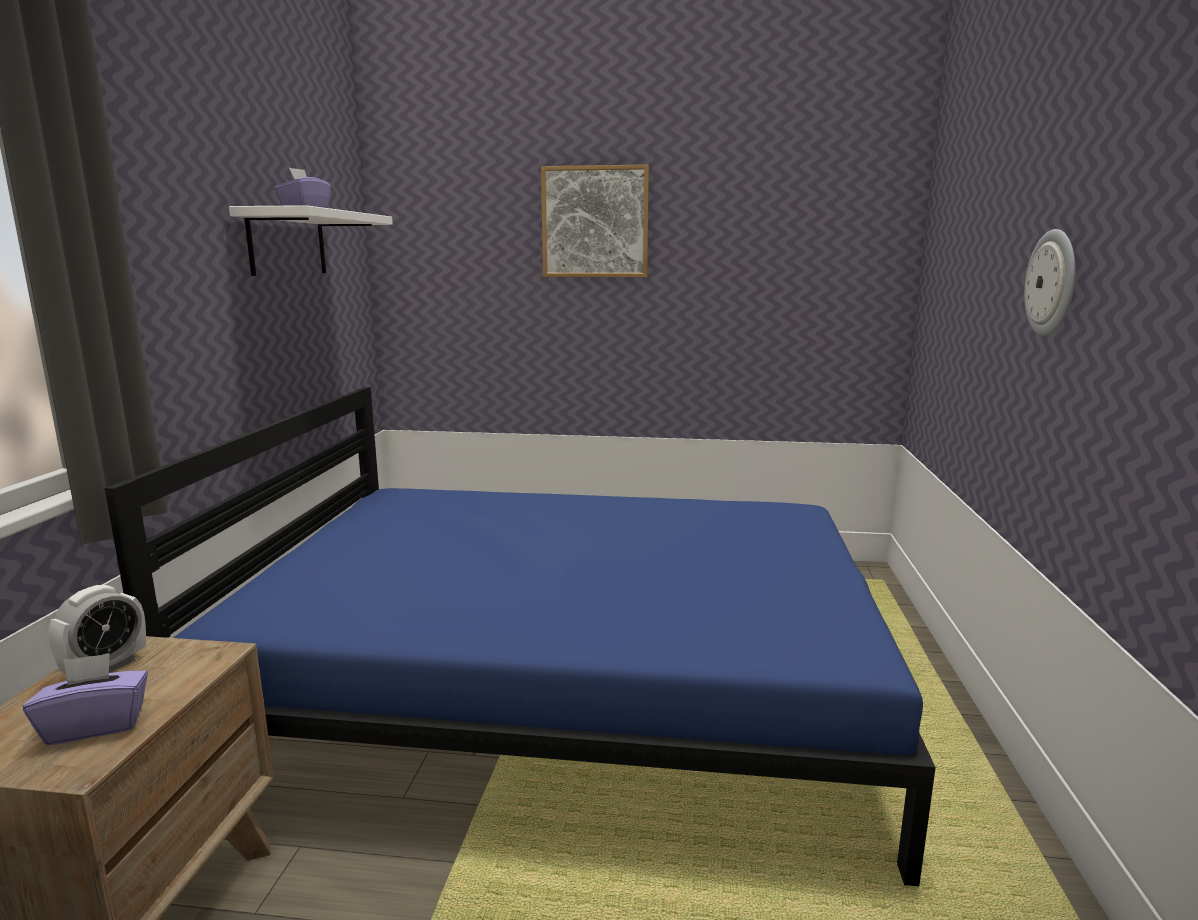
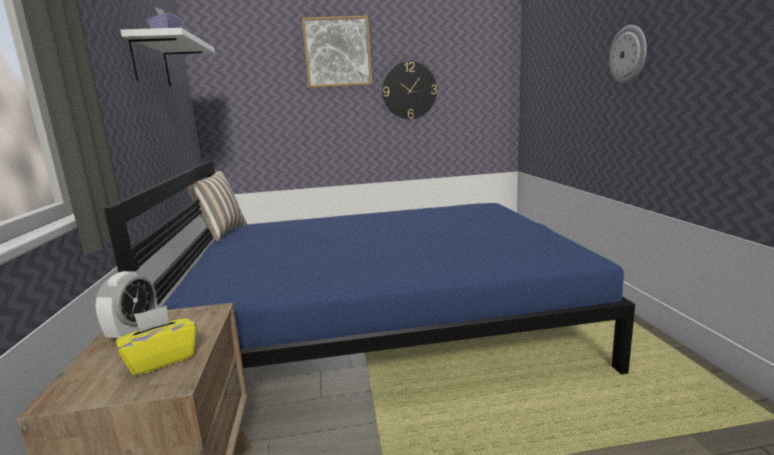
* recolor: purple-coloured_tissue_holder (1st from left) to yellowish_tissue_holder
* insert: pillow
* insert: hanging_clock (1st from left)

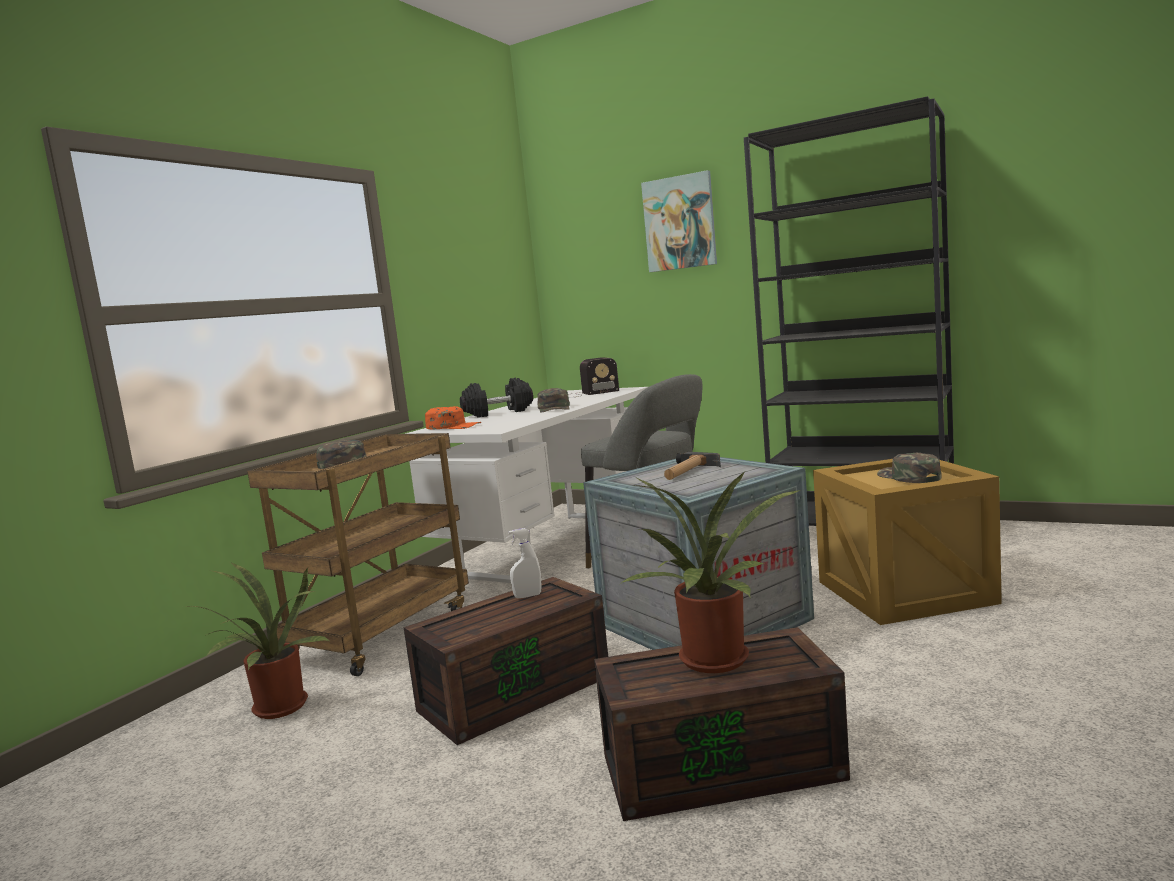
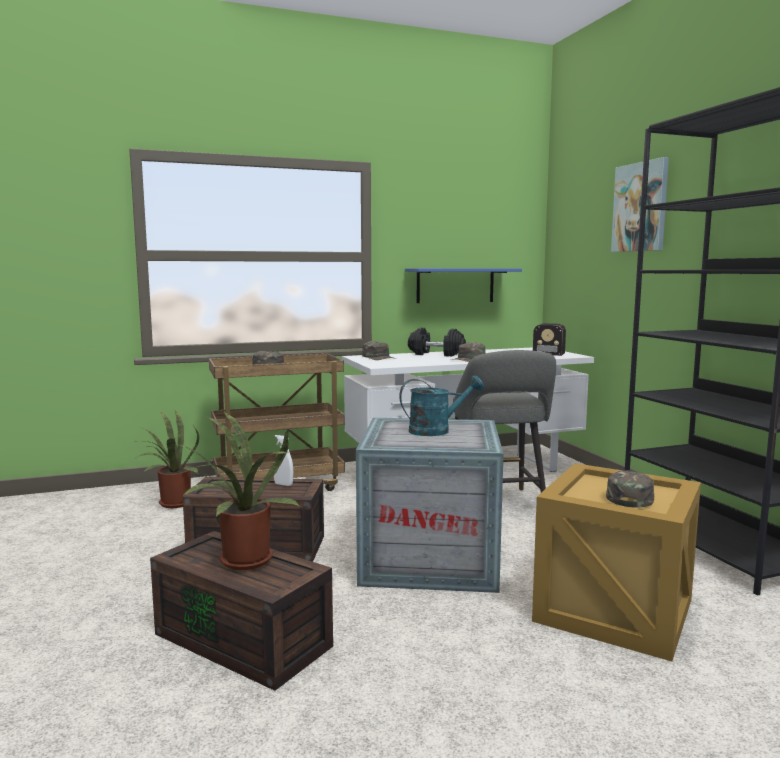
* recolor: orange-coloured_peaked_cap to green-coloured_peaked_cap (2nd from left)
* replace: hand_hammer to turquoise-coloured_watering_pot
* insert: blue_shelf

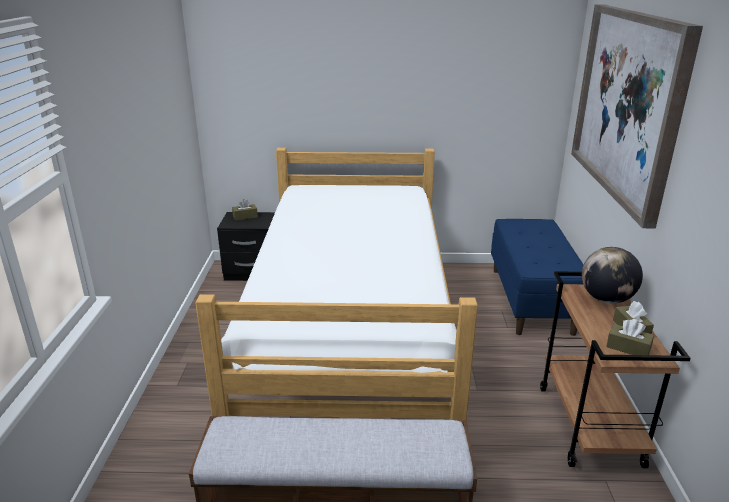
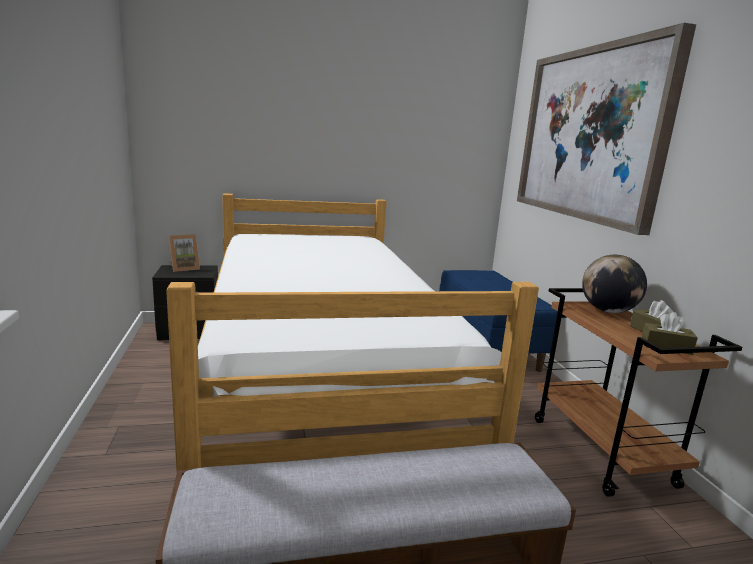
* replace: brownish_tissue_holder (1st from left) to photo_frame

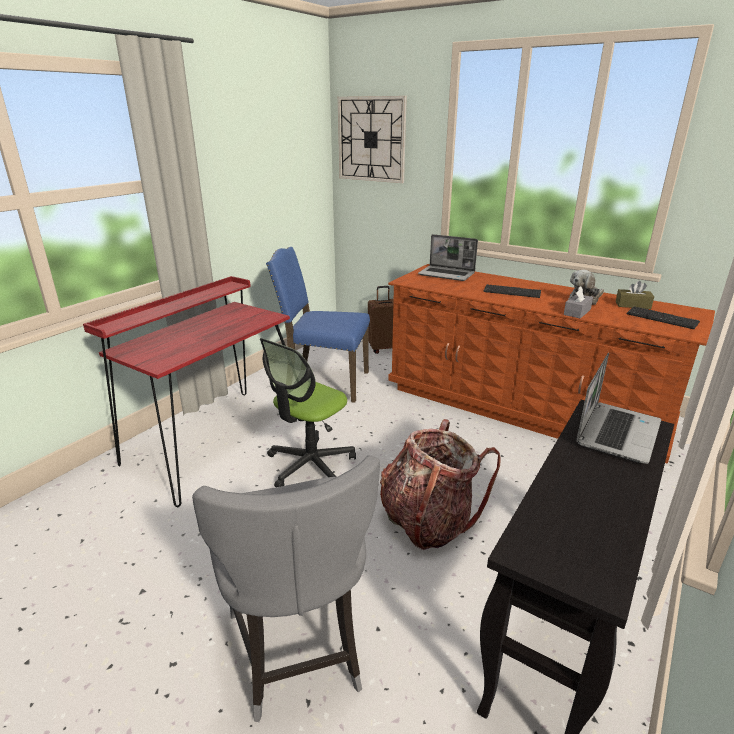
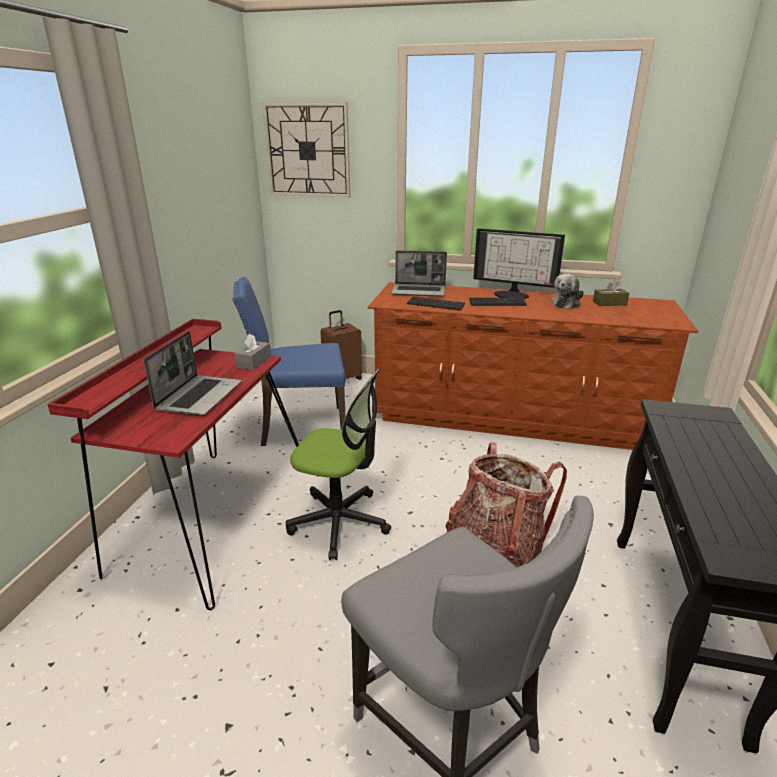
* rotate: office_chair 90 degrees counterclockwise
* move: grey_tissue_holder
* move: notebook_computer (2nd from left in the first image) to notebook_computer (1st from left)
* move: keyboard (2nd from left in the first image) to keyboard (1st from left)
* insert: monitor

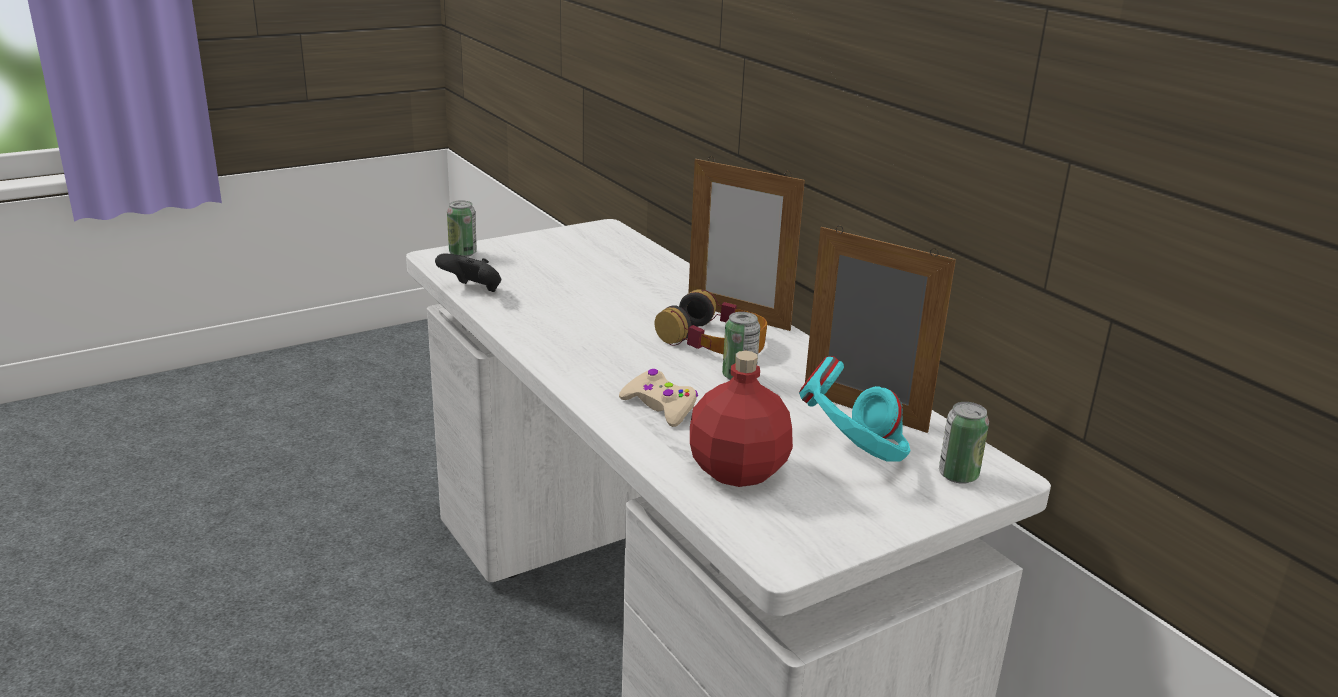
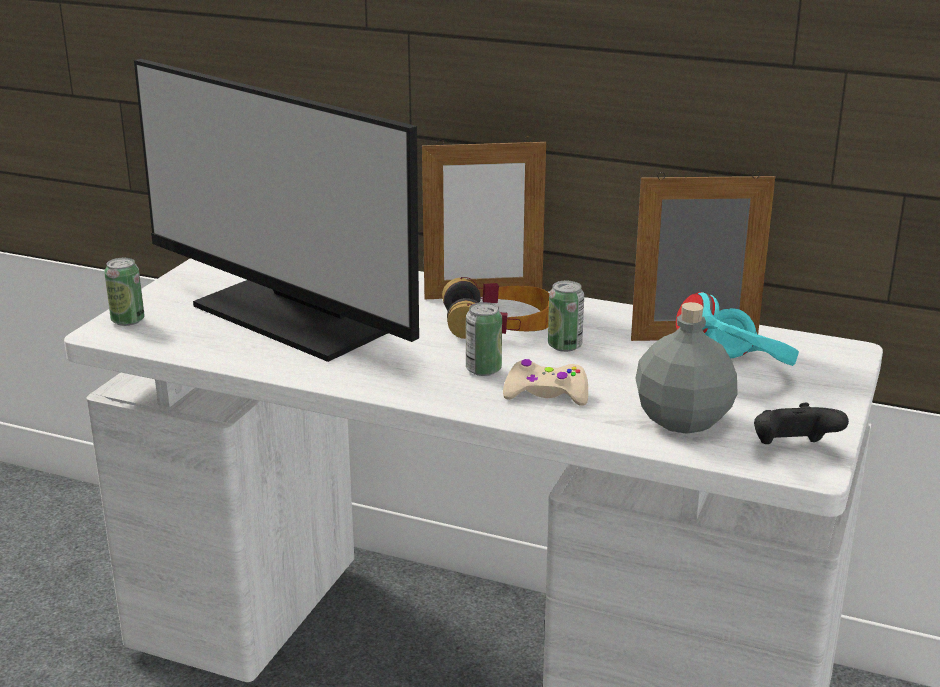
* move: blackish_game_controller
* recolor: reddish_drink_bottle to grey_drink_bottle
* move: can (3rd from left in the first image) to can (2nd from left)
* insert: monitor

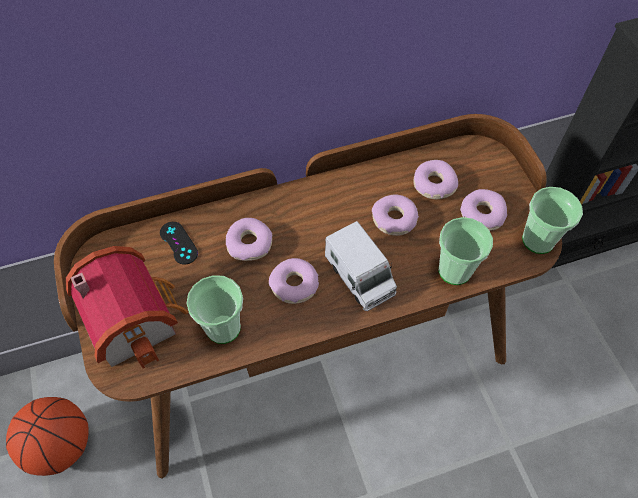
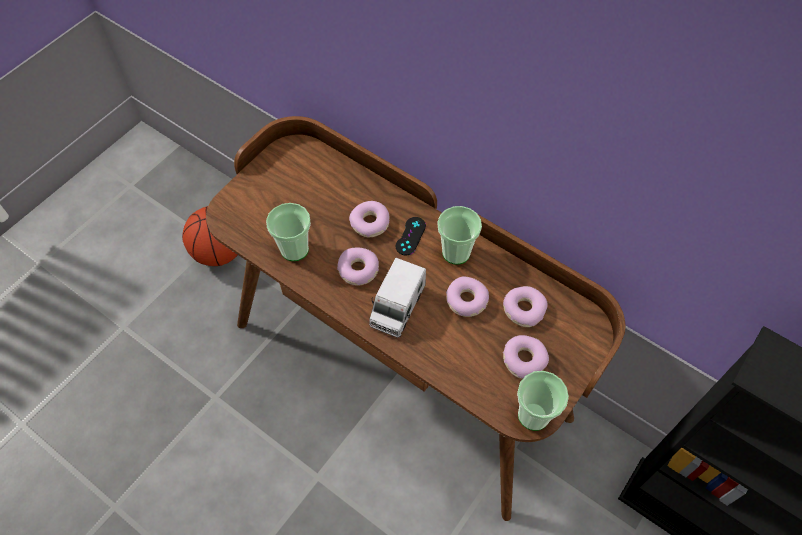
* delete: miniature_house
* move: blackish_game_controller
* move: cup (2nd from left)

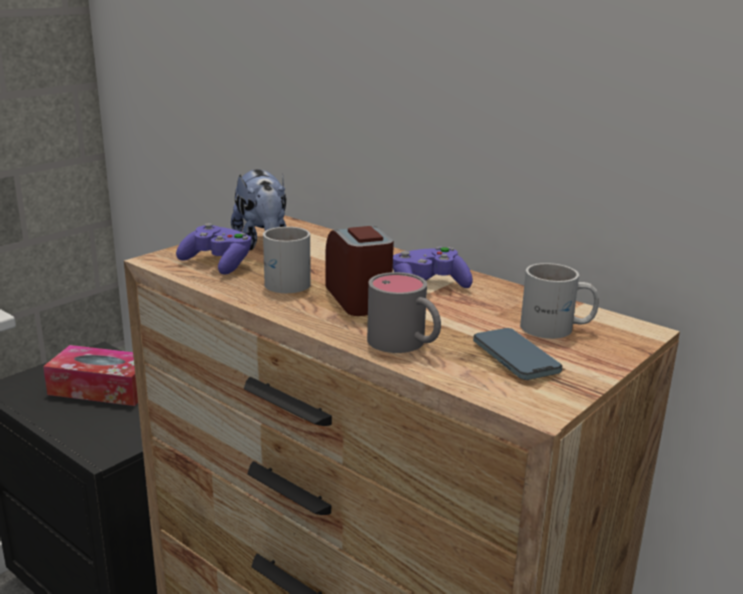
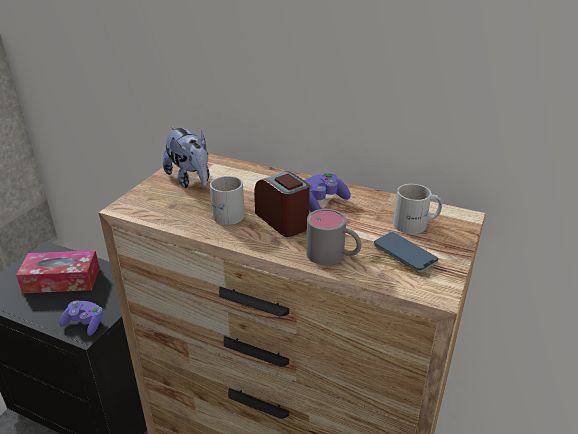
* move: purple-coloured_game_controller (1st from left)

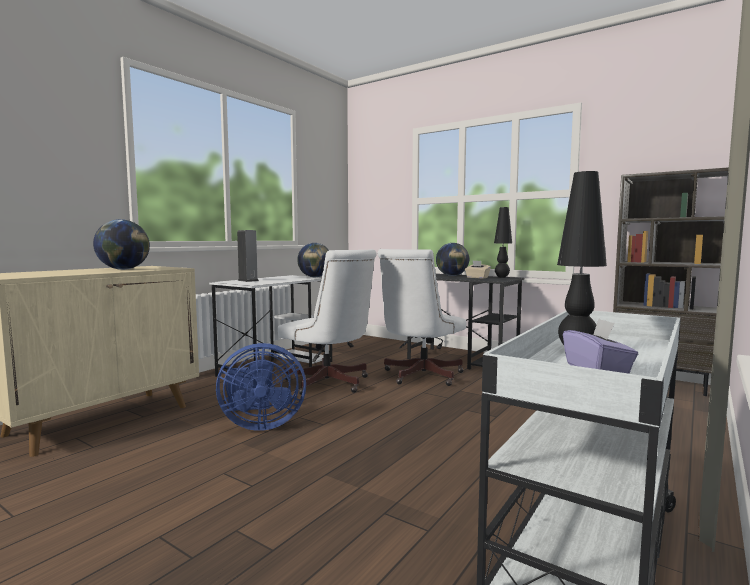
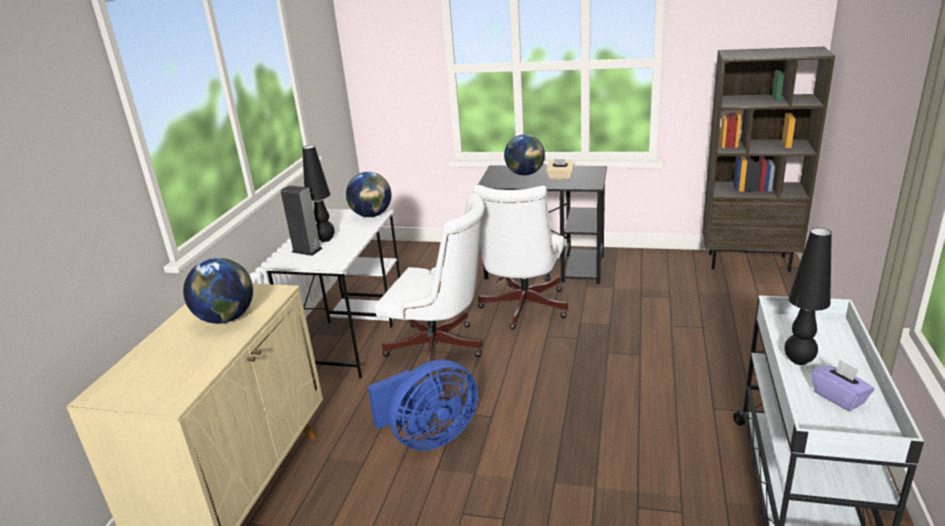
* move: blackish_lamp_for_a_table (1st from left)

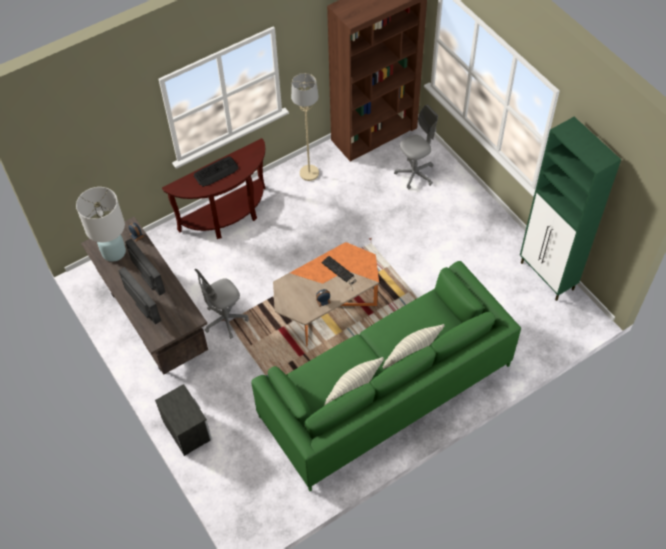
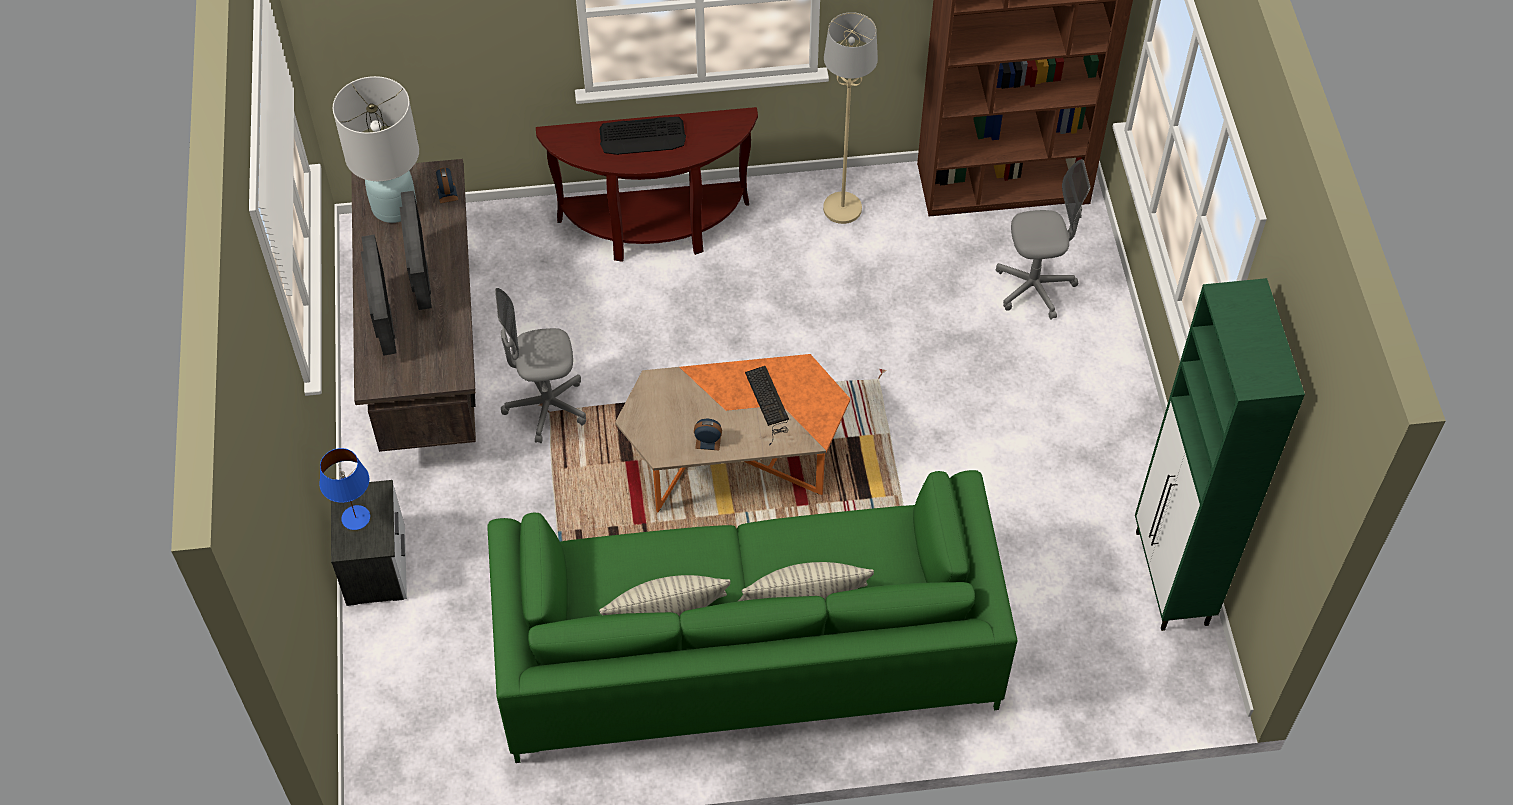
* insert: blue_lamp_for_a_table

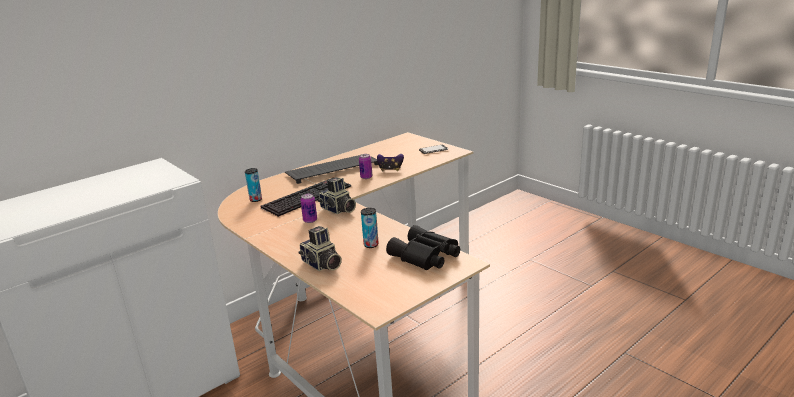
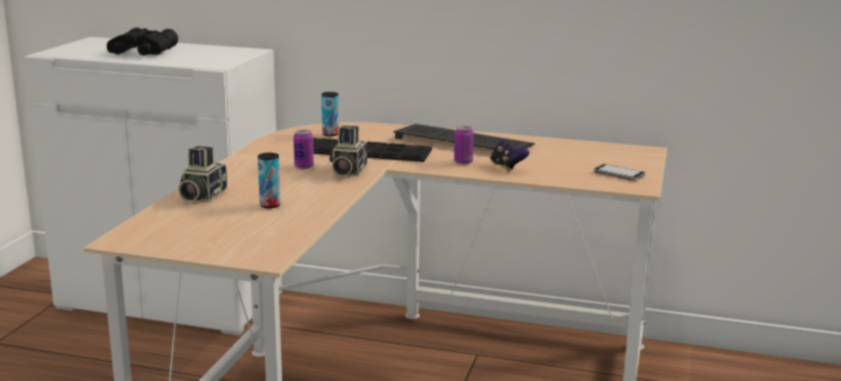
* move: blackish_field_glasses

